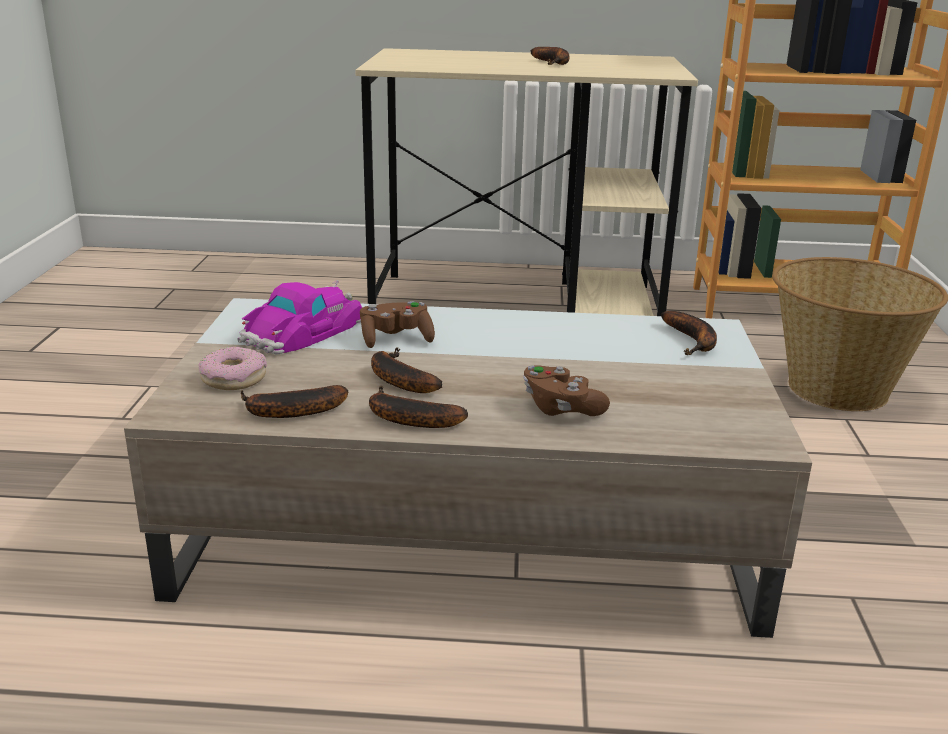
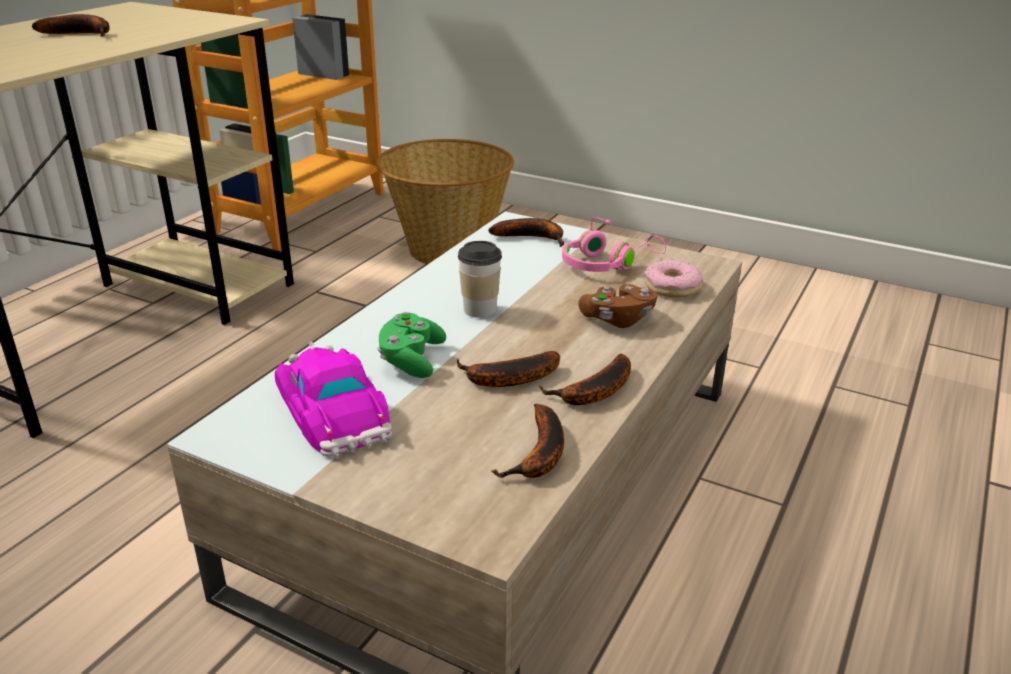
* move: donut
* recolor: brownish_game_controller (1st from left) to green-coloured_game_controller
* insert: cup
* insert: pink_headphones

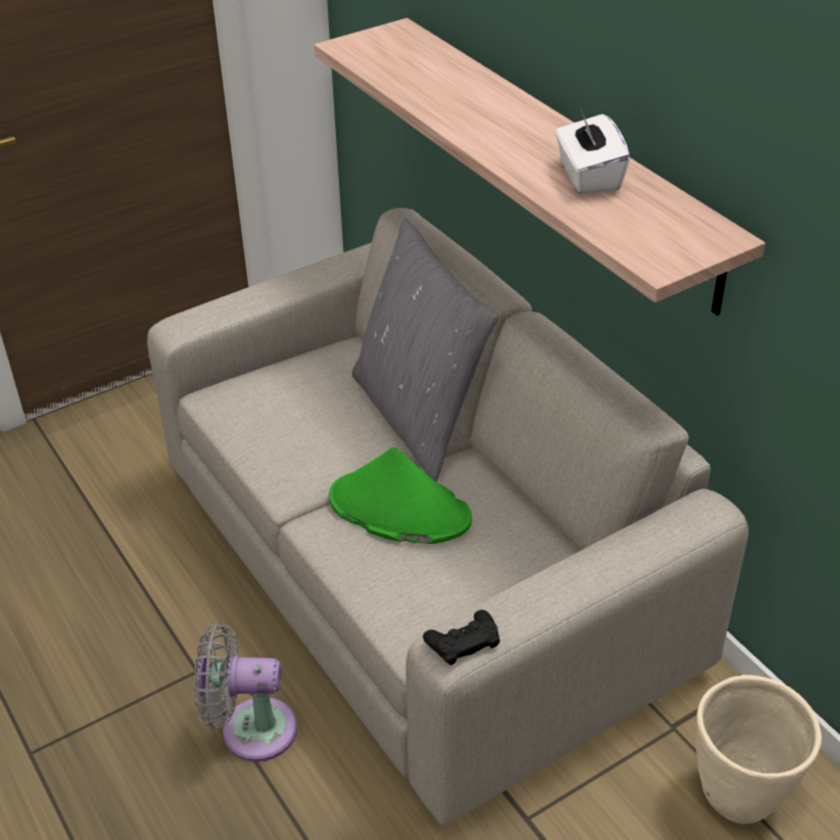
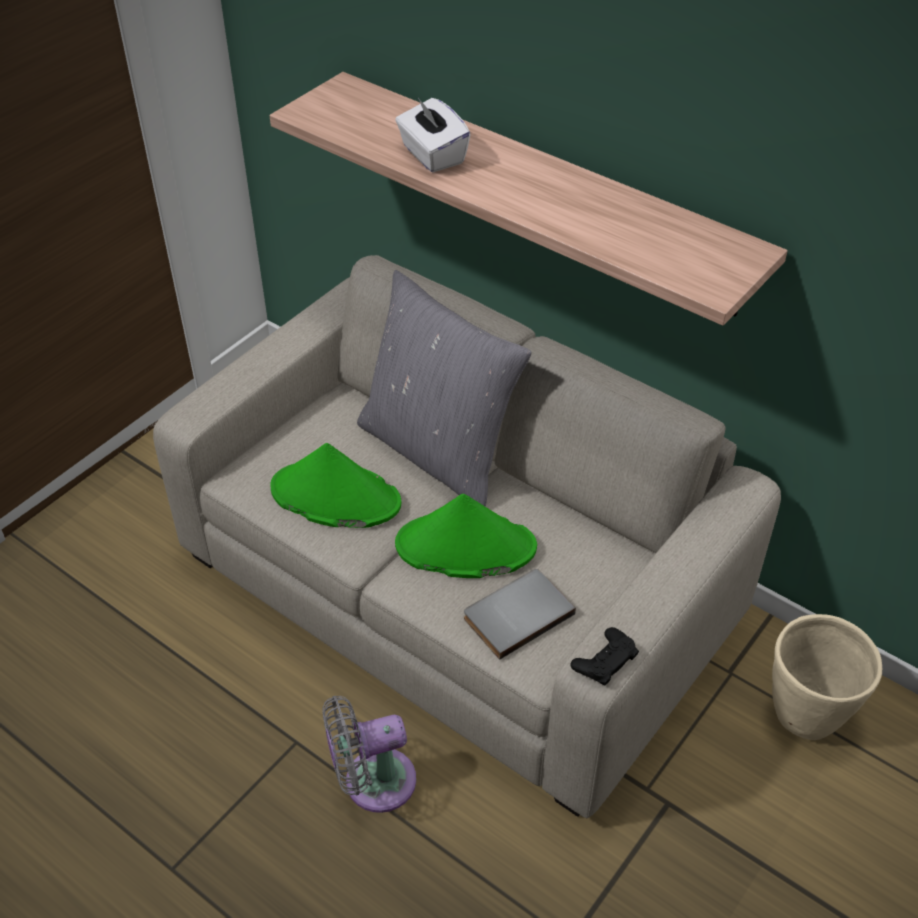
* move: white_tissue_holder
* insert: green-coloured_wearable_hat (1st from left)
* insert: grey_bound_book

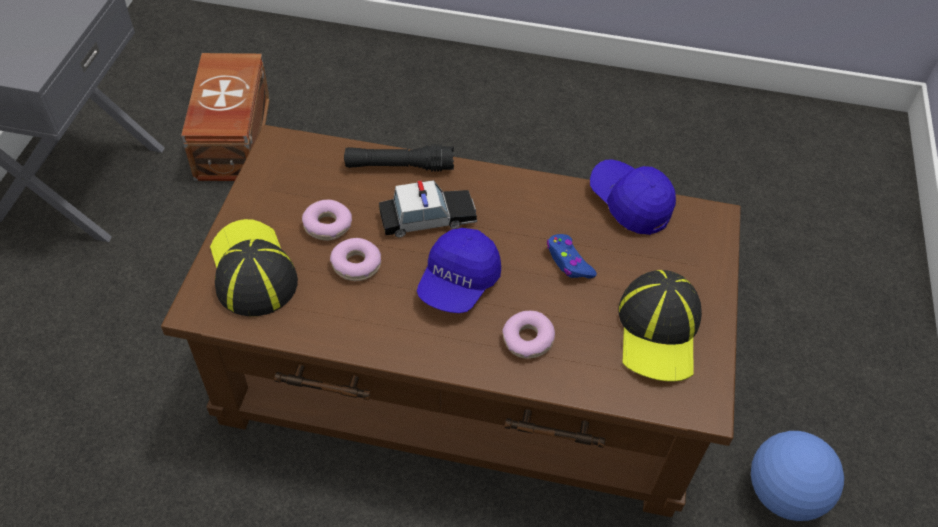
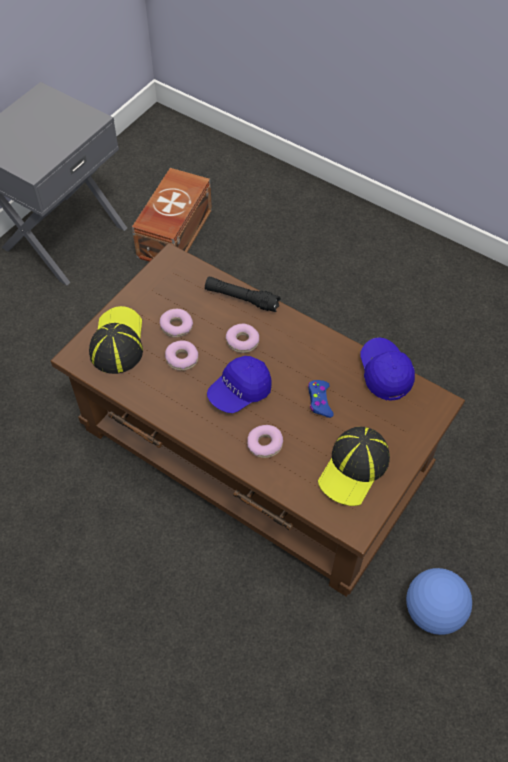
* replace: toy_car to donut (3rd from left)

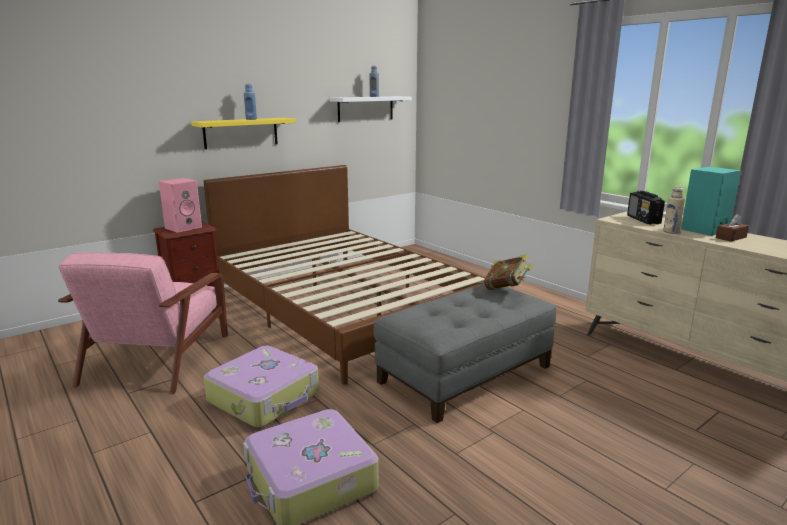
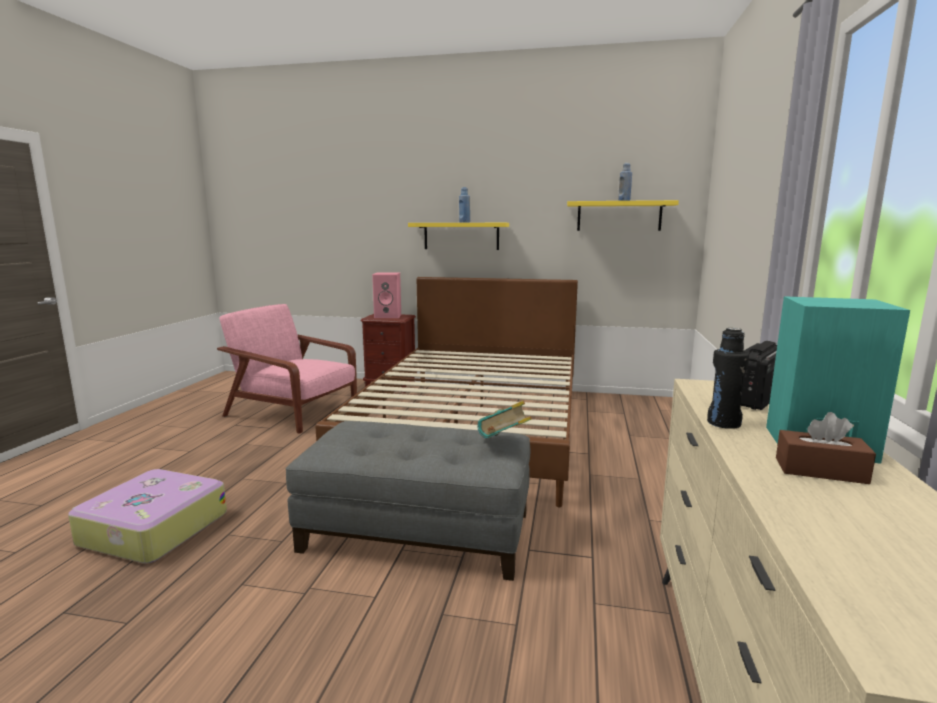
* rotate: pink_lounge_chair 60 degrees clockwise
* delete: travel_case (1st from left)
* recolor: white_shelf to yellowish_shelf (2nd from left)
* recolor: beige-coloured_drink_bottle to blackish_drink_bottle

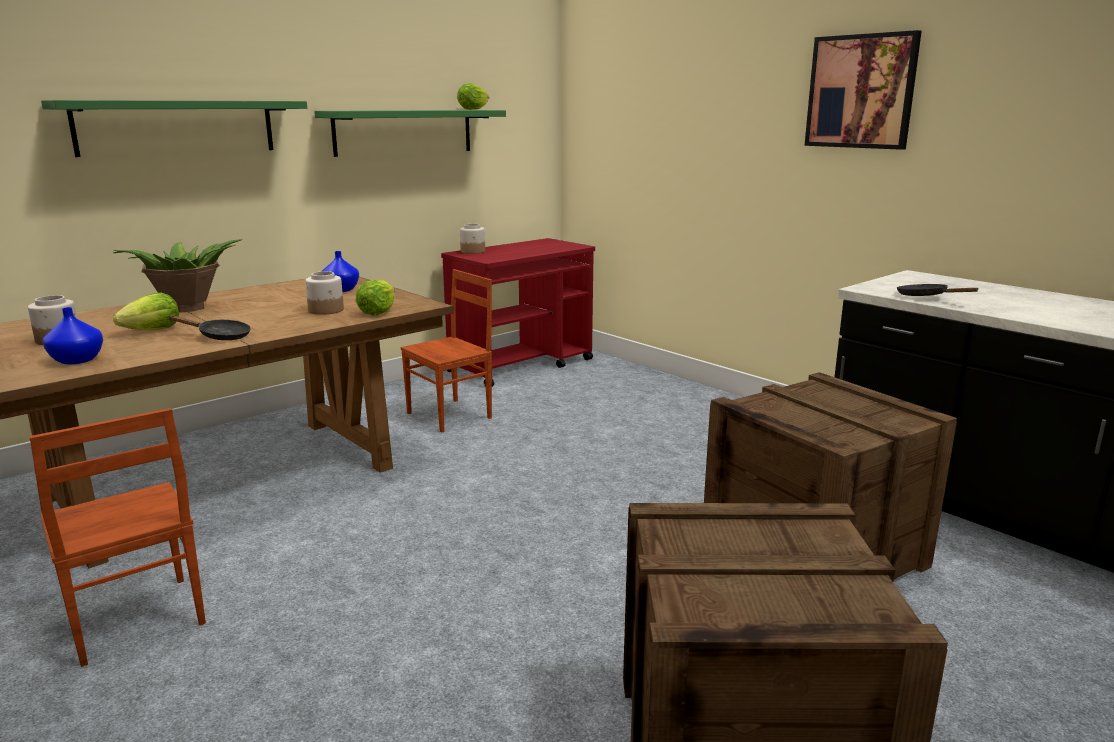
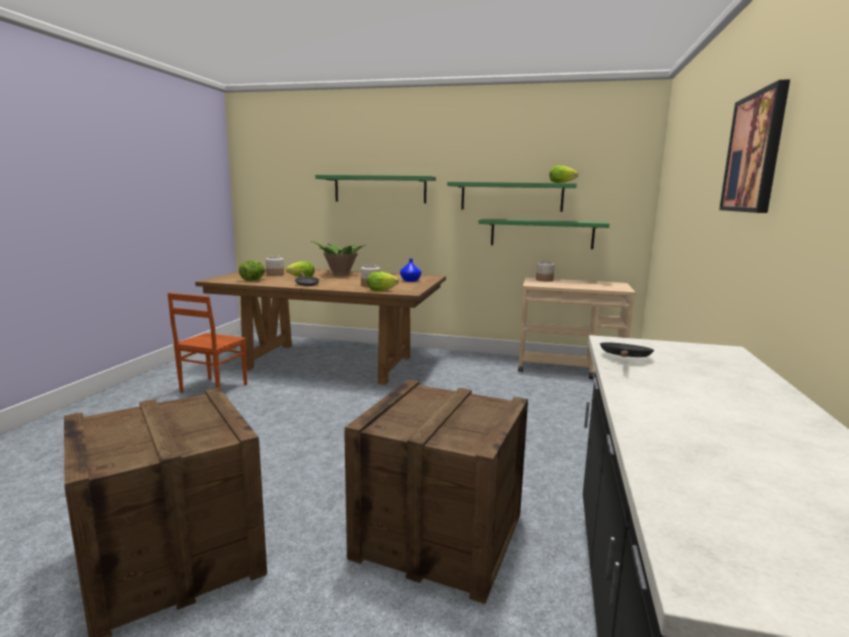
* replace: blue_decorative_vase (1st from left) to head_of_lettuce (1st from left)
* delete: brownish_plain_chair (2nd from left)
* recolor: reddish_cart to beige-coloured_cart
* insert: green-coloured_shelf (3rd from left)

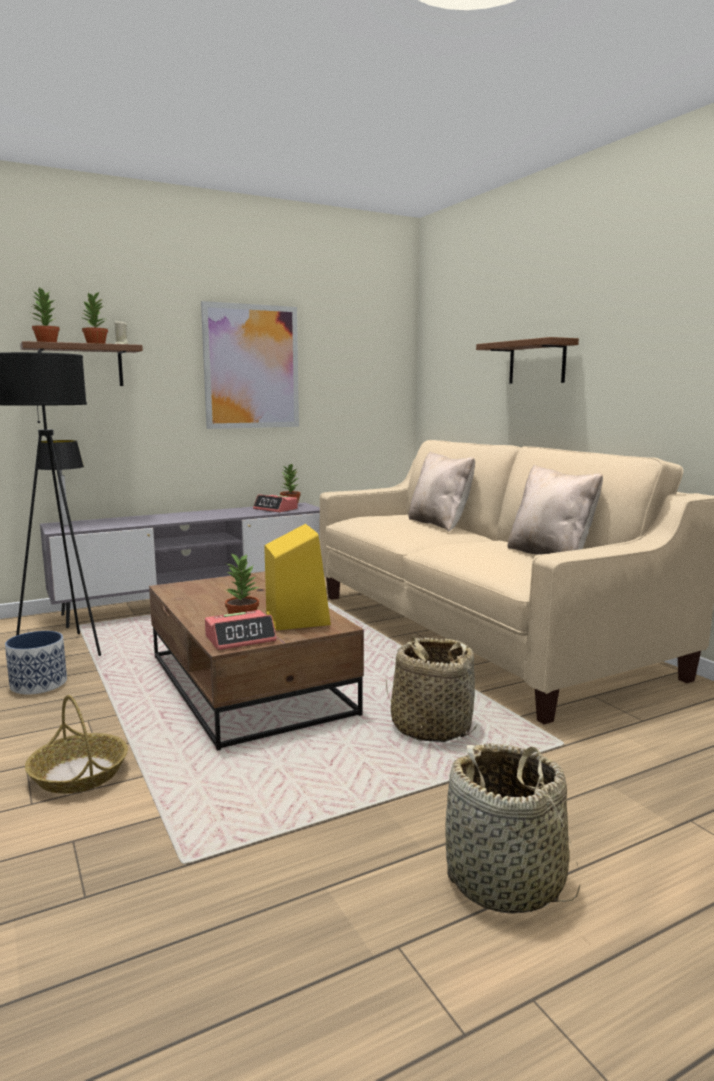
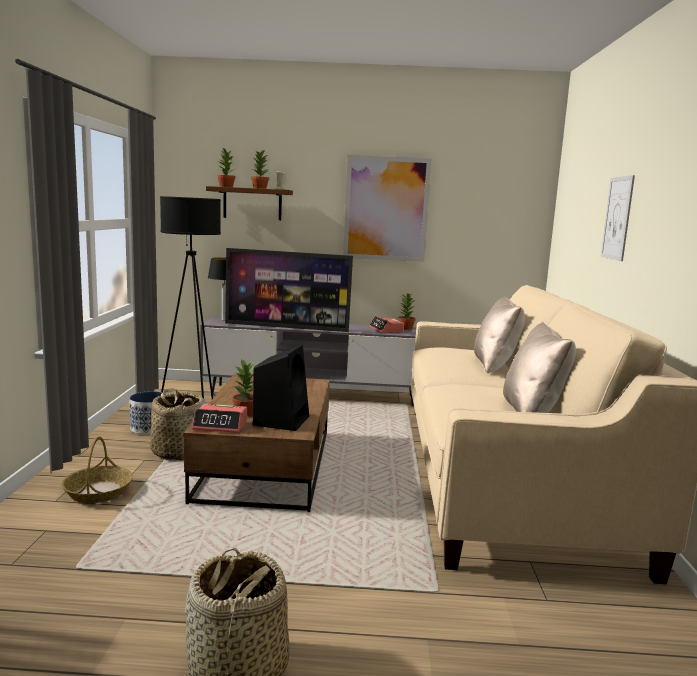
* recolor: yellowish_loudspeaker to blackish_loudspeaker
* move: household_basket (2nd from left)
* replace: brownish_shelf (2nd from left) to wall_picture (2nd from left)
* insert: TV

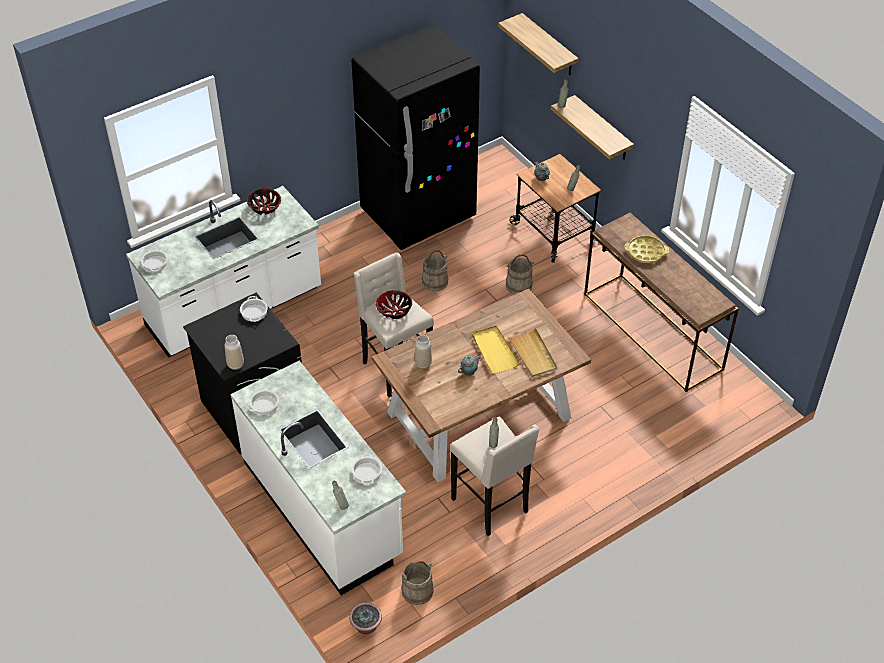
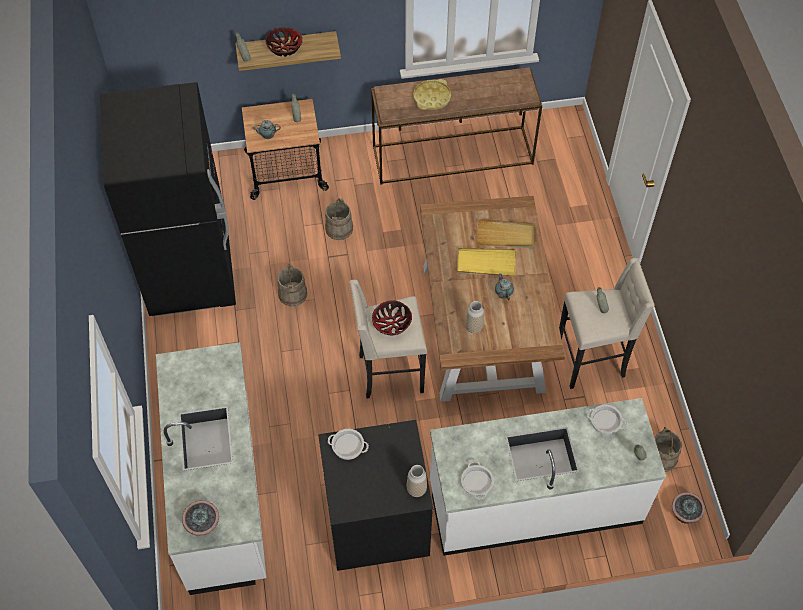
* replace: saucepot (1st from left) to potted_plant (1st from left)
* move: bowl (1st from left)
* delete: shelf (1st from left)

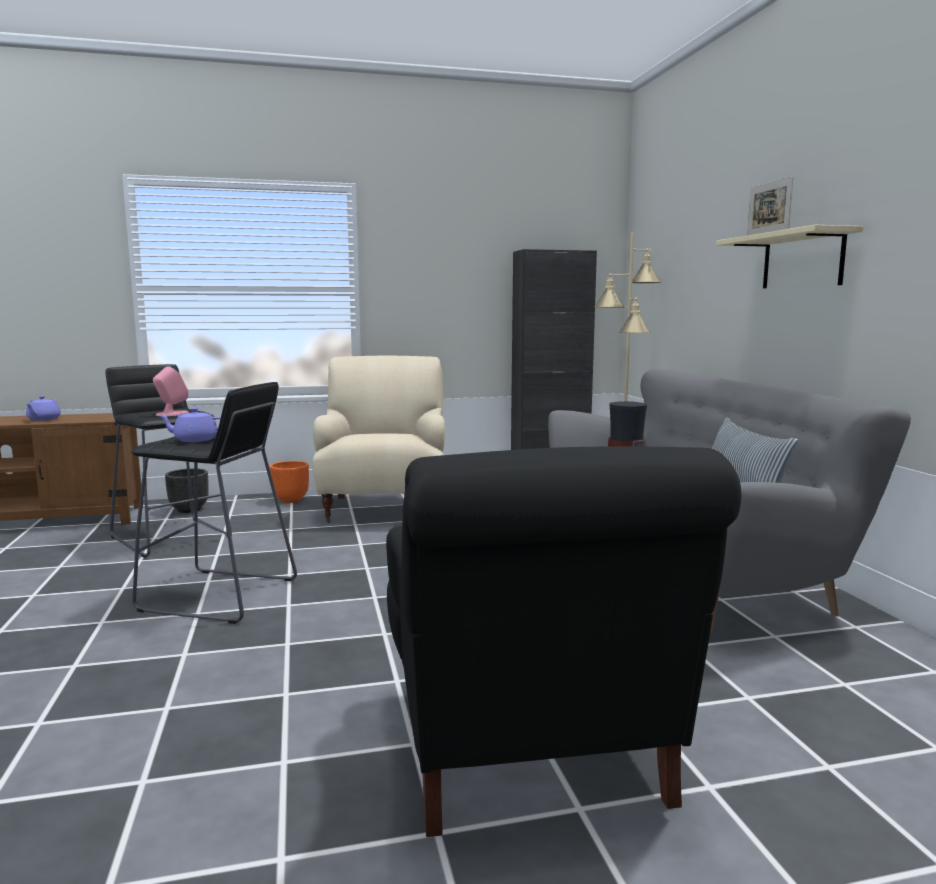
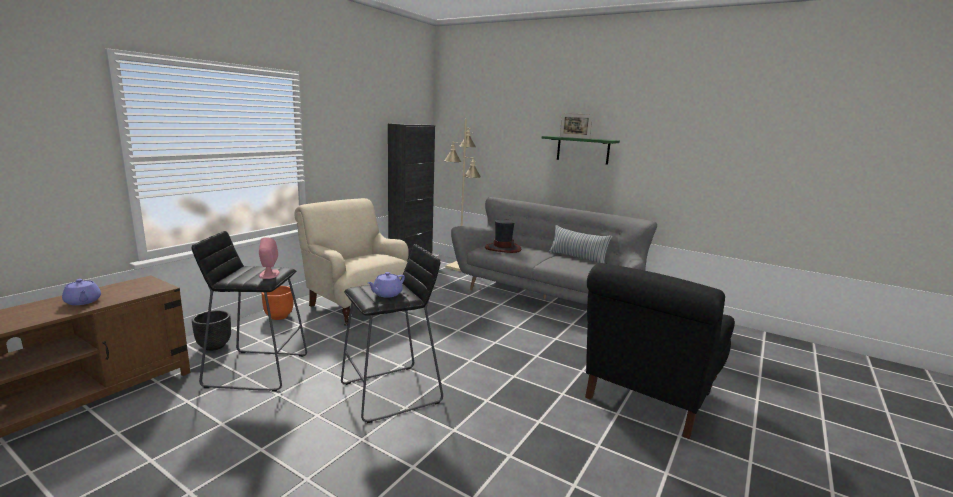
* rotate: blackish_lounge_chair 90 degrees clockwise
* recolor: beige-coloured_shelf to green-coloured_shelf

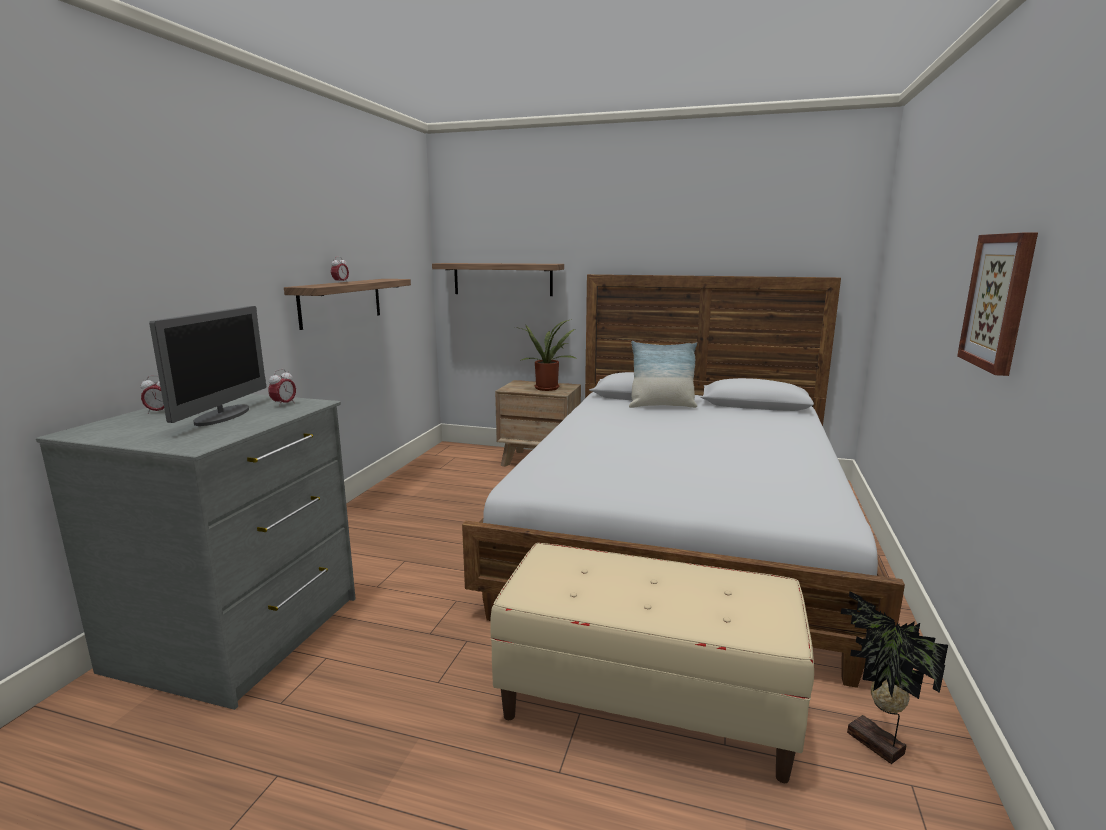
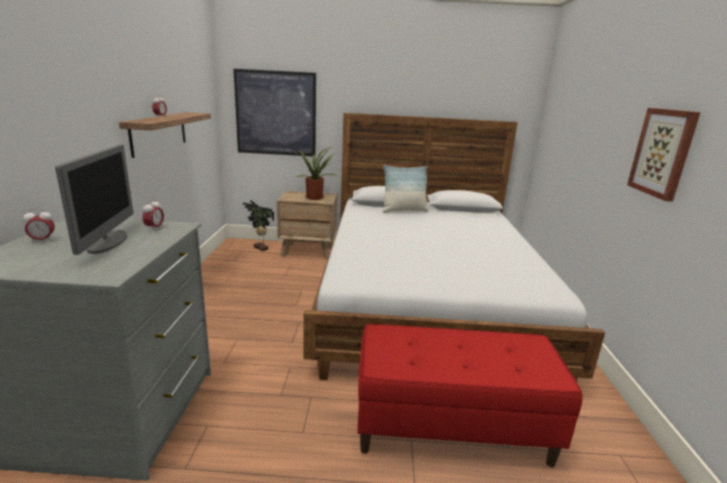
* replace: shelf (2nd from left) to wall_picture (1st from left)
* recolor: beige-coloured_bench to reddish_bench
* move: potted_plant (2nd from left in the first image) to potted_plant (1st from left)

